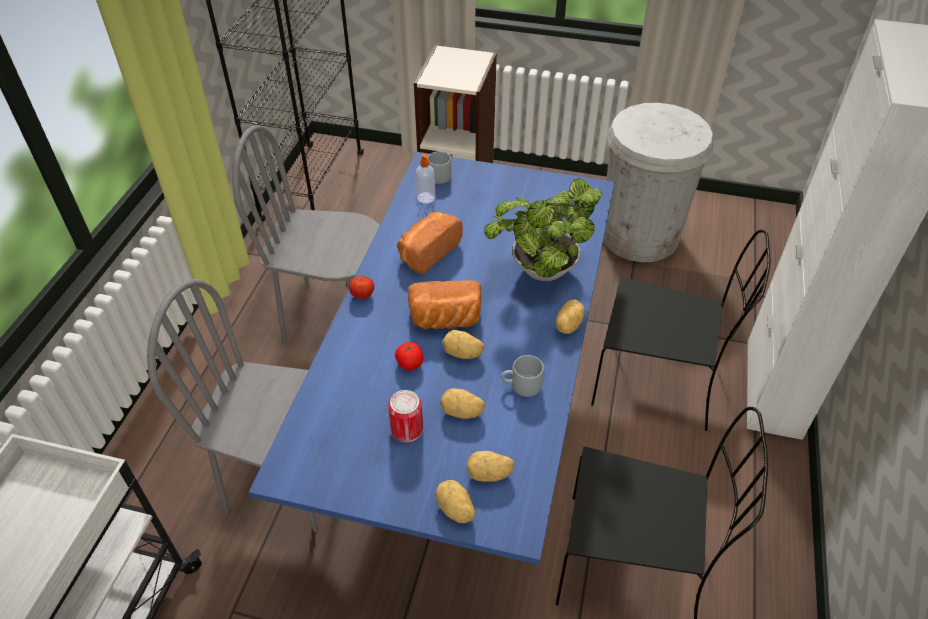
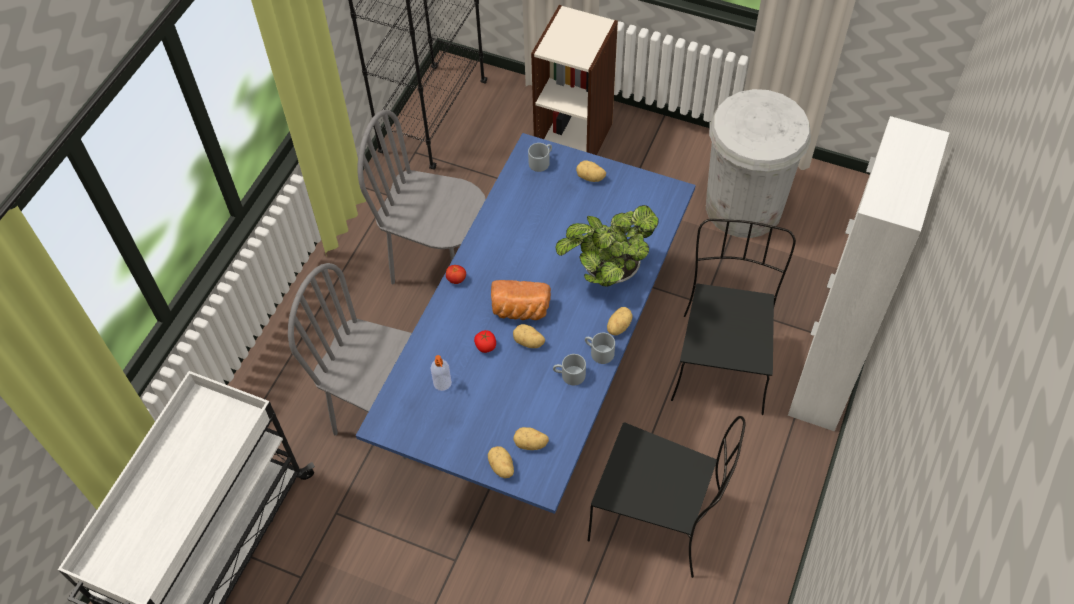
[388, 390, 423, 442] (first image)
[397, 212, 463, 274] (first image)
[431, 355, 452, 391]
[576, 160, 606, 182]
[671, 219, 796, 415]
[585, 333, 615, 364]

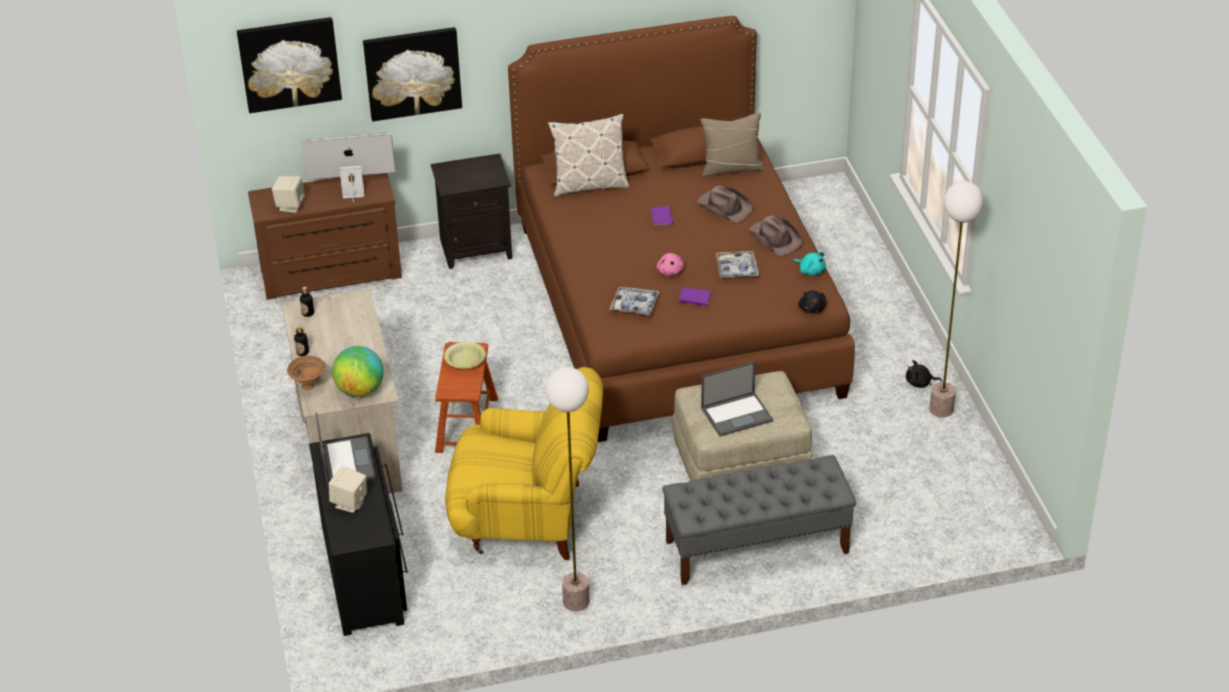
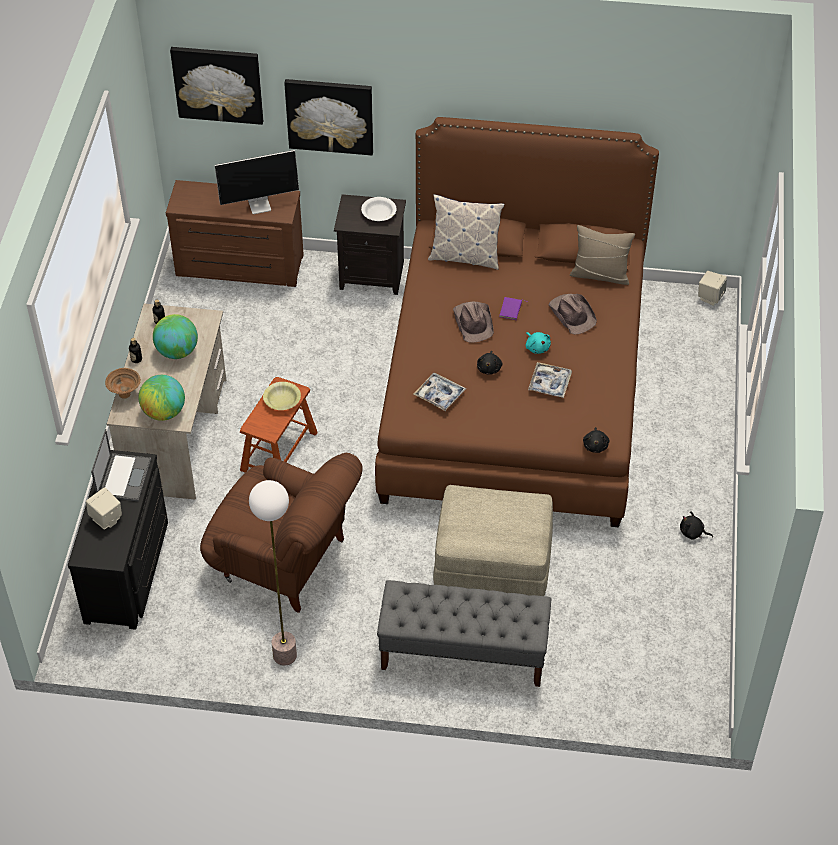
[698, 271, 727, 306]
[215, 150, 299, 214]
[200, 453, 363, 613]
[477, 351, 502, 375]
[679, 287, 712, 308] (first image)
[701, 361, 773, 437] (first image)
[453, 302, 494, 343]
[526, 332, 551, 354]
[929, 181, 984, 418] (first image)
[153, 314, 198, 359]
[361, 197, 397, 221]

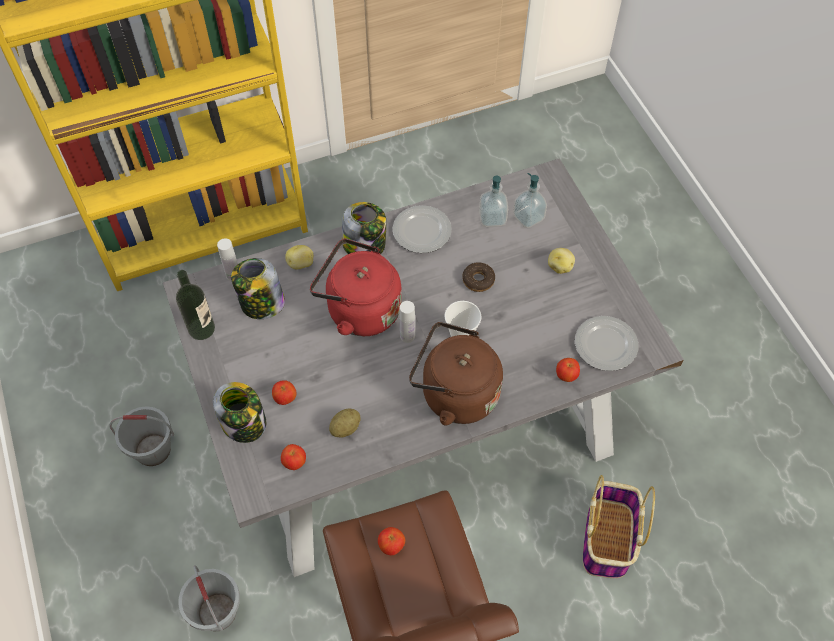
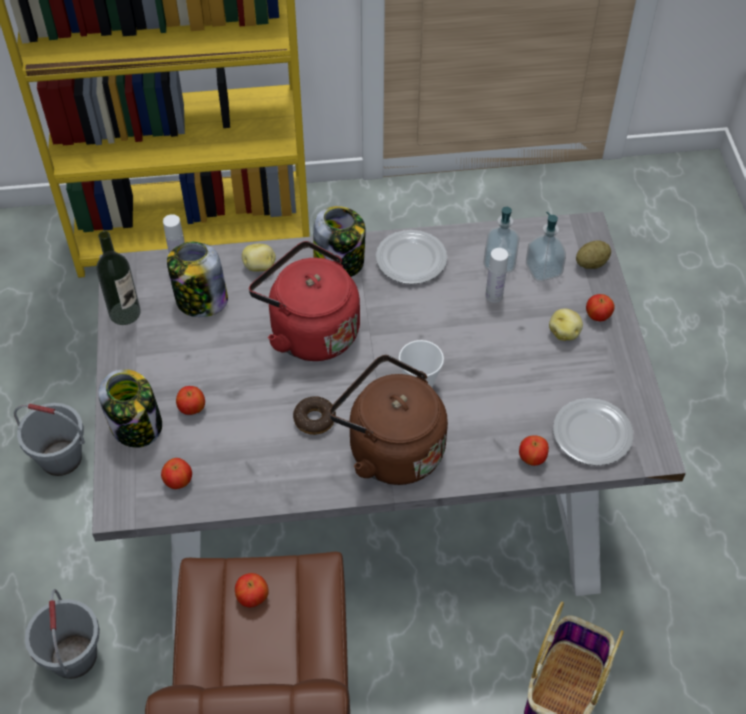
[576, 241, 611, 269]
[485, 248, 508, 303]
[293, 396, 336, 435]
[586, 294, 614, 321]

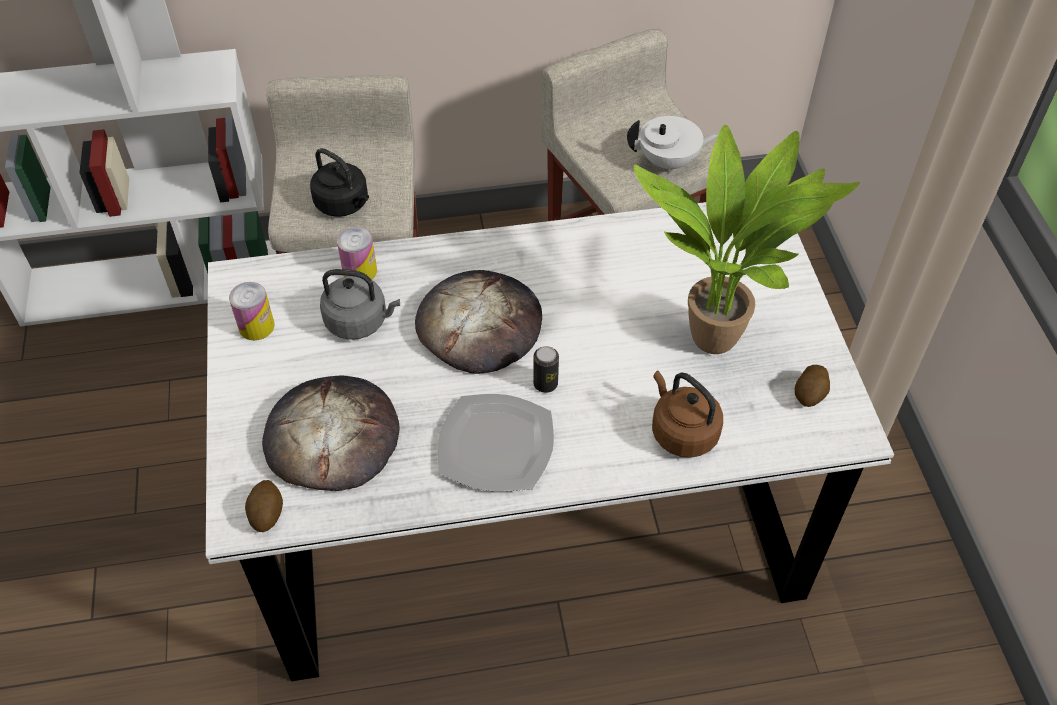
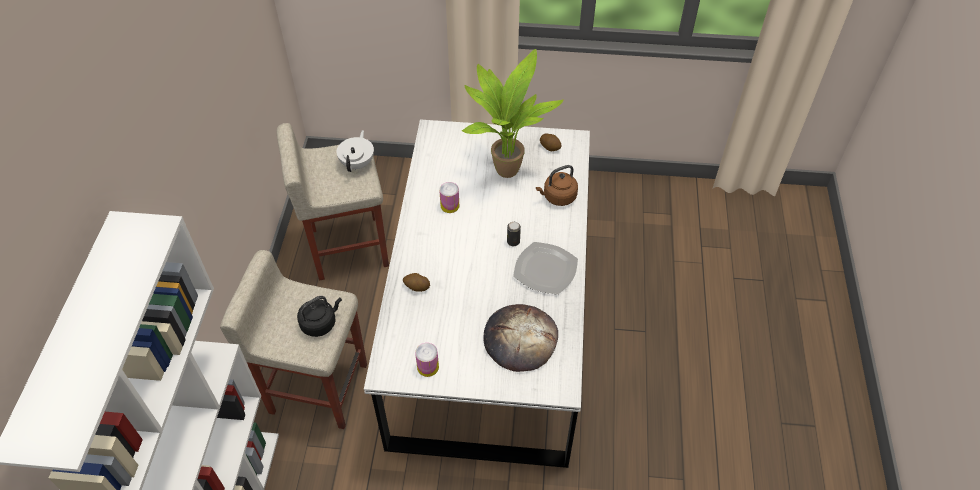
[403, 273, 430, 292]
[320, 269, 400, 340] (first image)
[439, 182, 459, 213]
[415, 270, 542, 374] (first image)

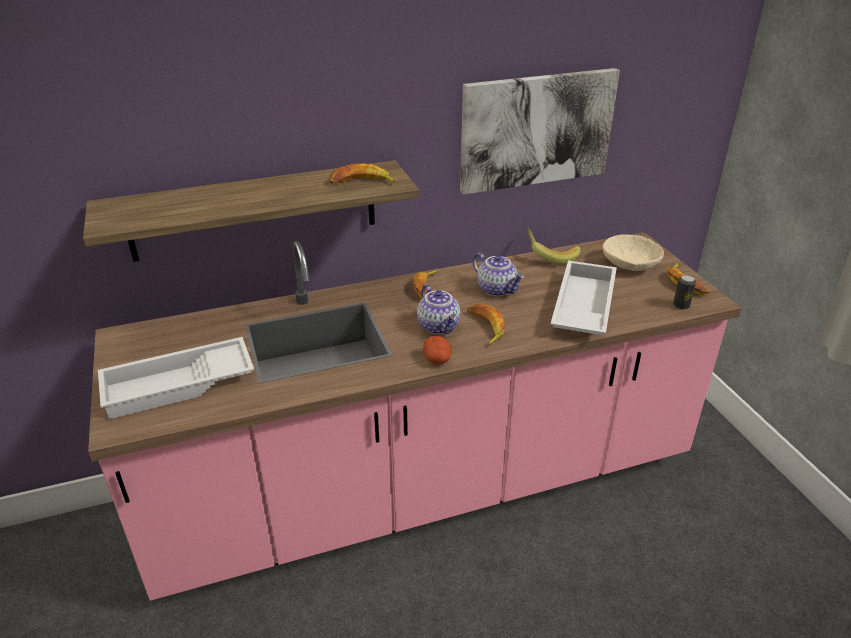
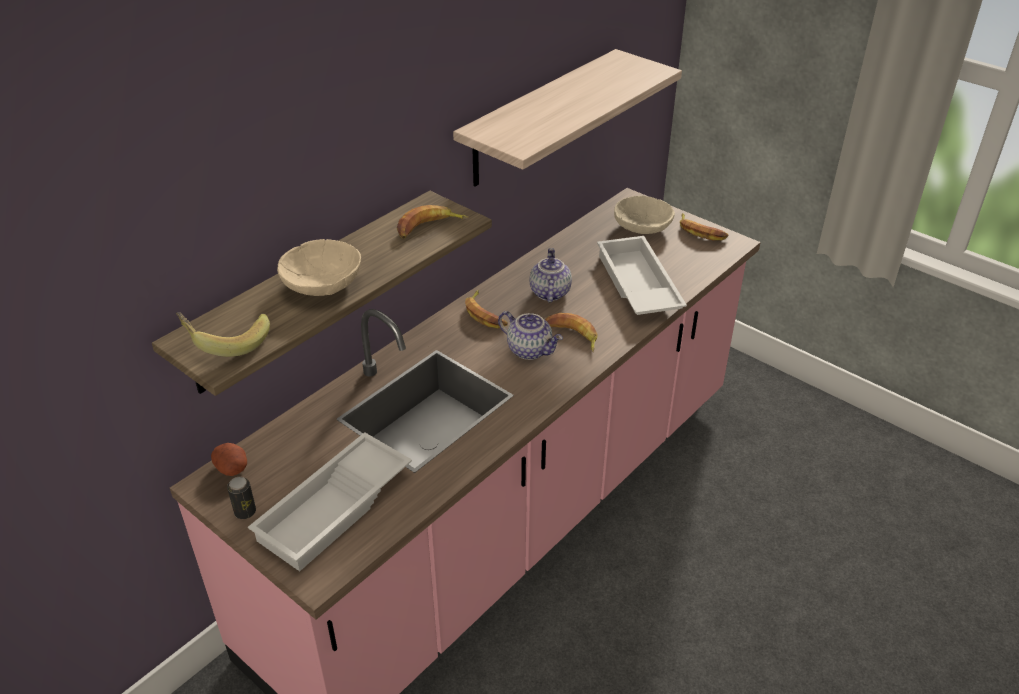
[211, 443, 247, 476]
[453, 49, 682, 187]
[530, 248, 572, 303]
[176, 312, 270, 357]
[227, 477, 256, 519]
[277, 239, 361, 296]

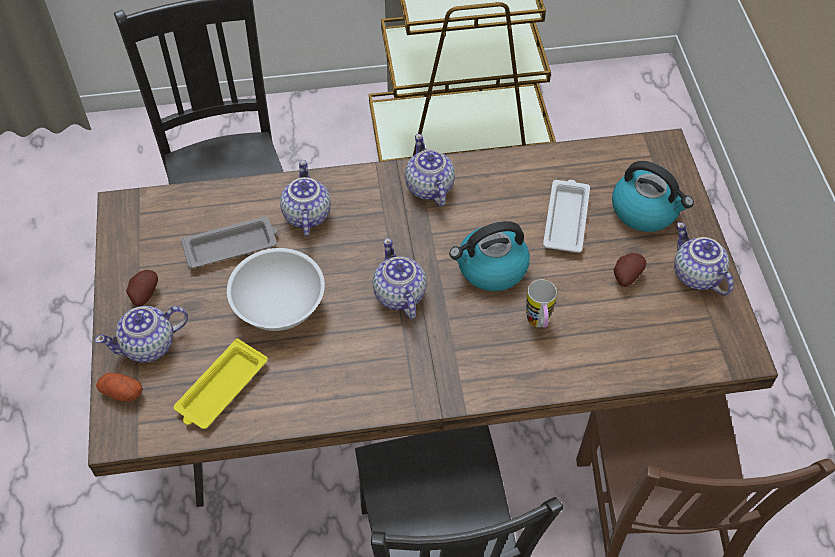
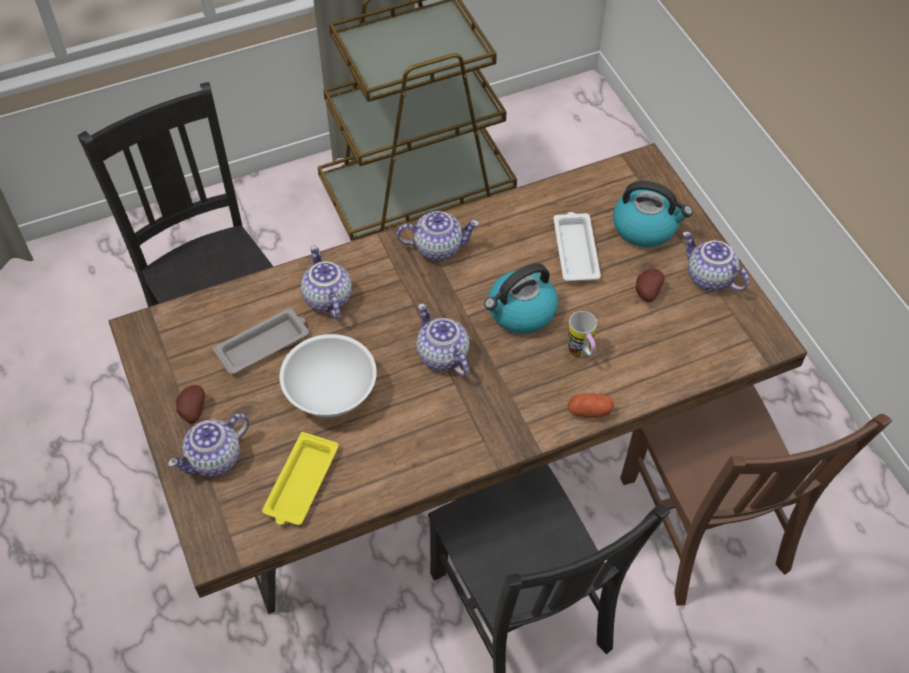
[568, 393, 614, 418]
[397, 211, 479, 261]

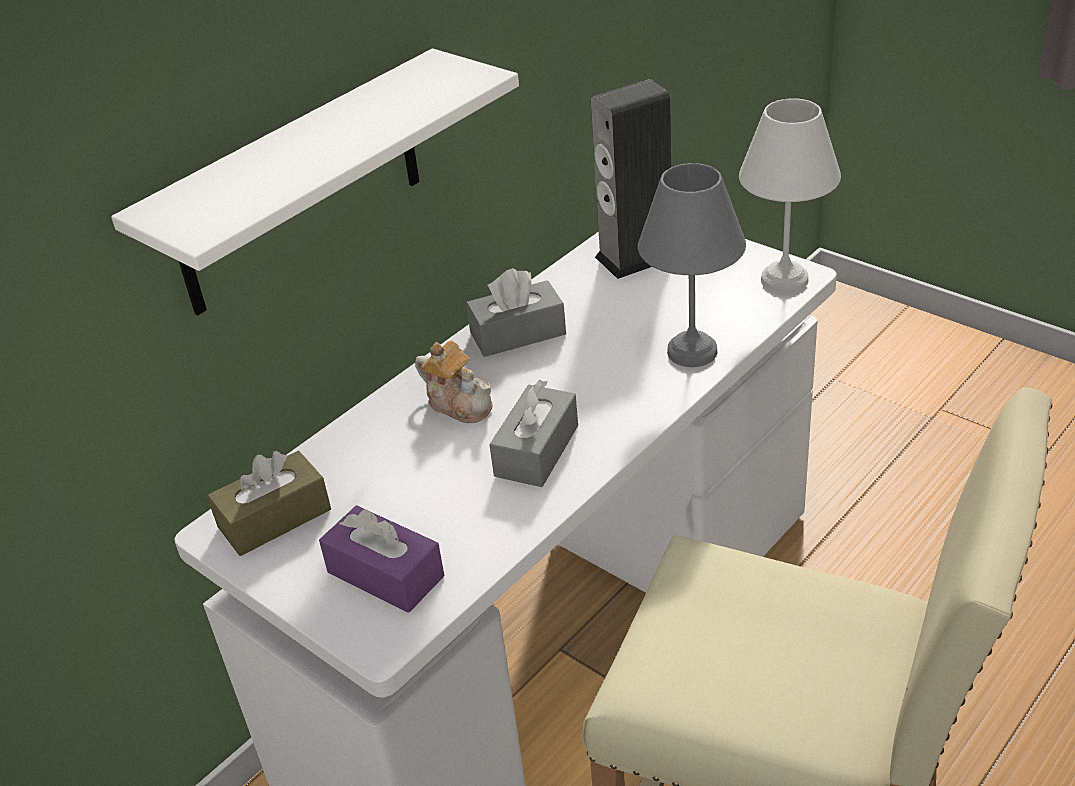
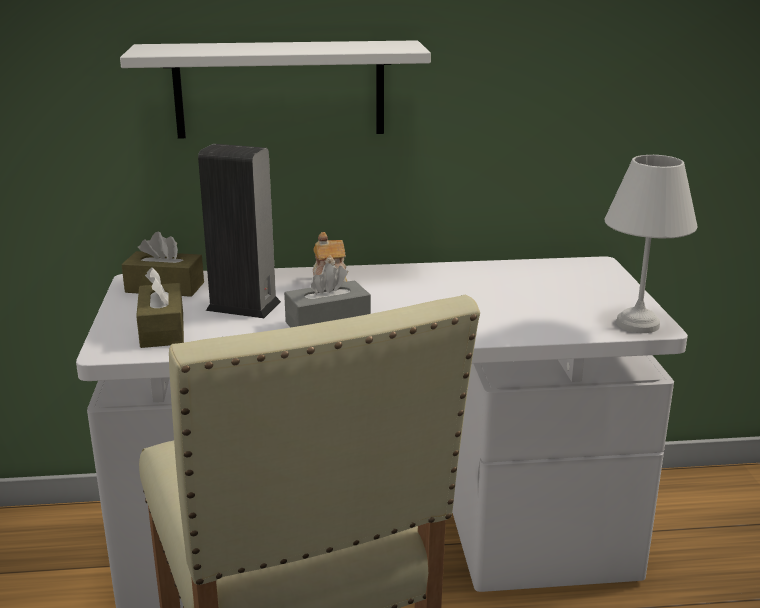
[136, 267, 184, 348]
[466, 268, 566, 357] (first image)
[198, 144, 281, 318]
[638, 163, 746, 367] (first image)

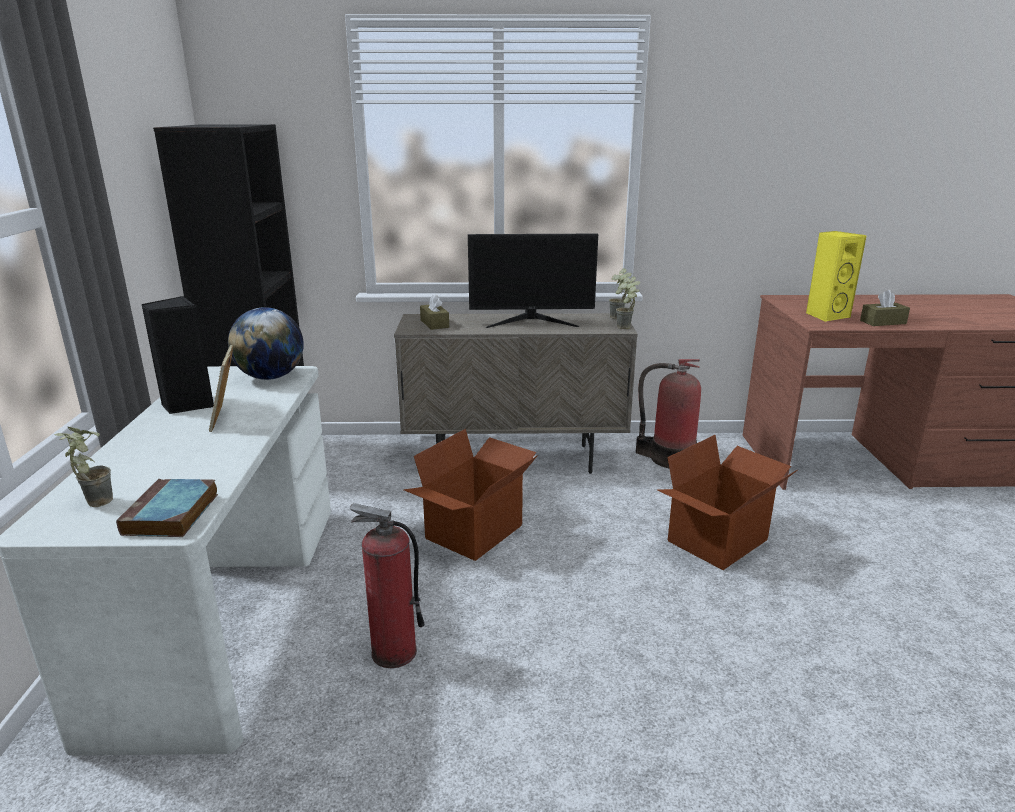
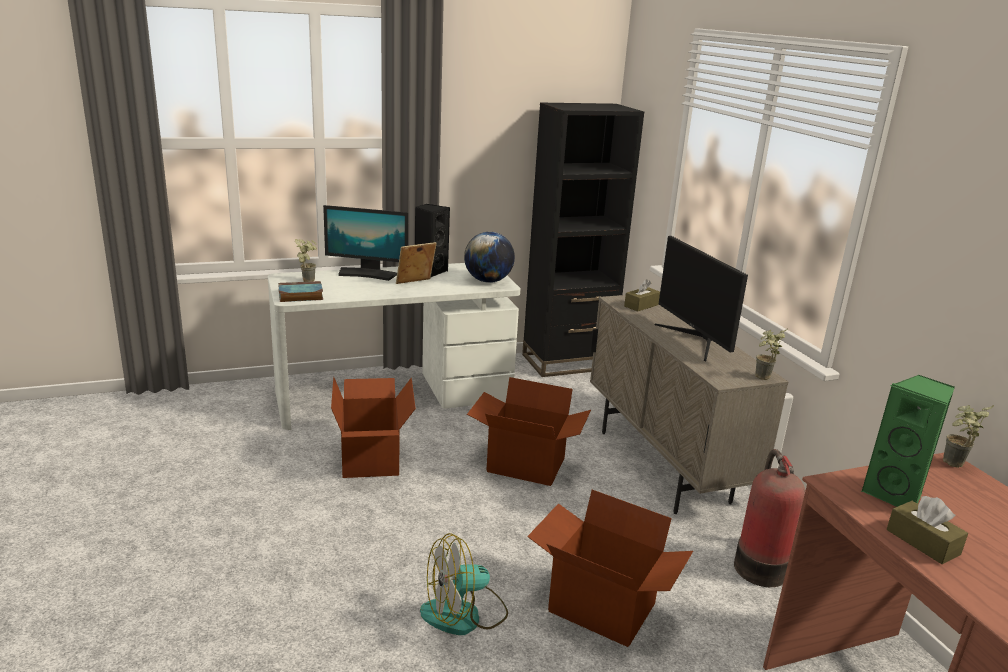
[331, 377, 416, 478]
[943, 405, 994, 468]
[862, 375, 955, 507]
[323, 205, 408, 281]
[420, 533, 508, 635]

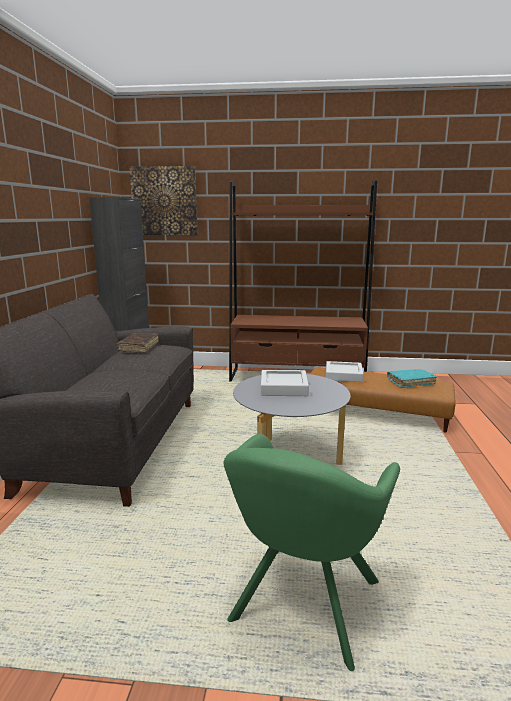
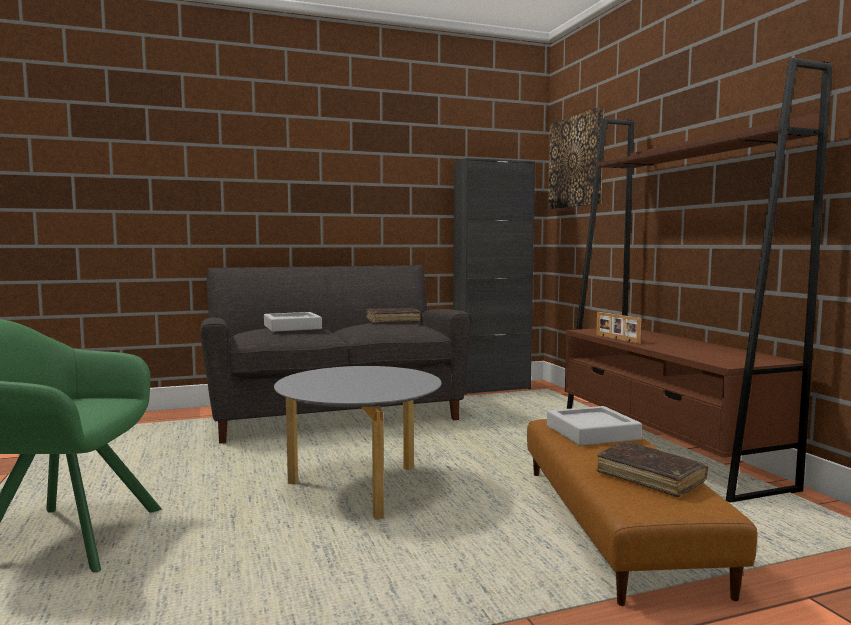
[264, 312, 322, 332]
[596, 442, 708, 497]
[596, 312, 641, 344]

